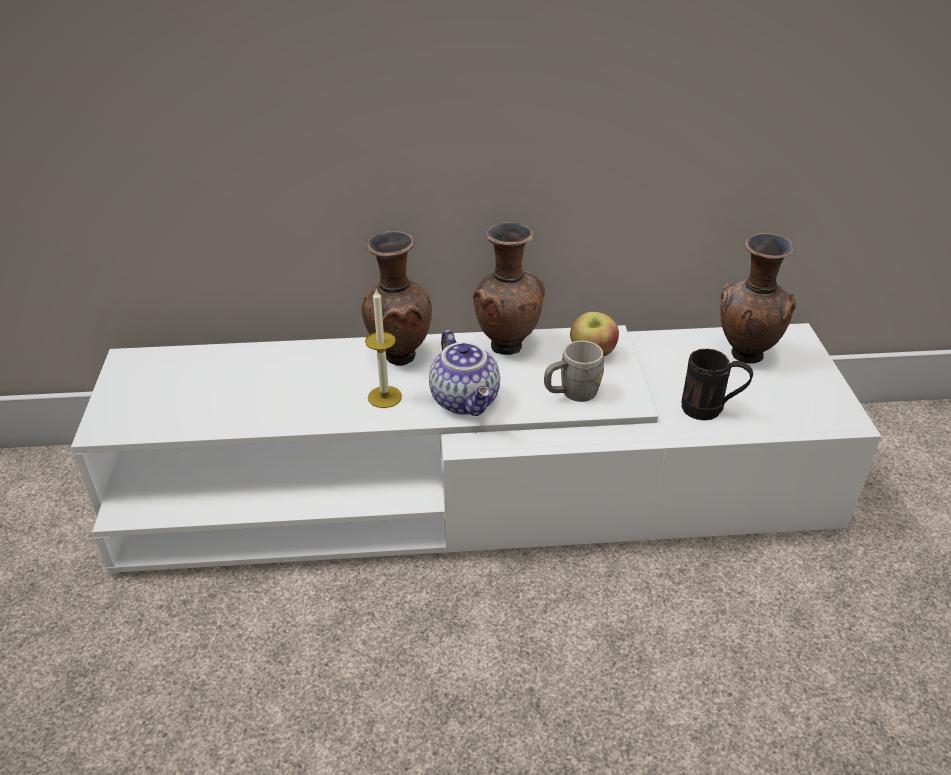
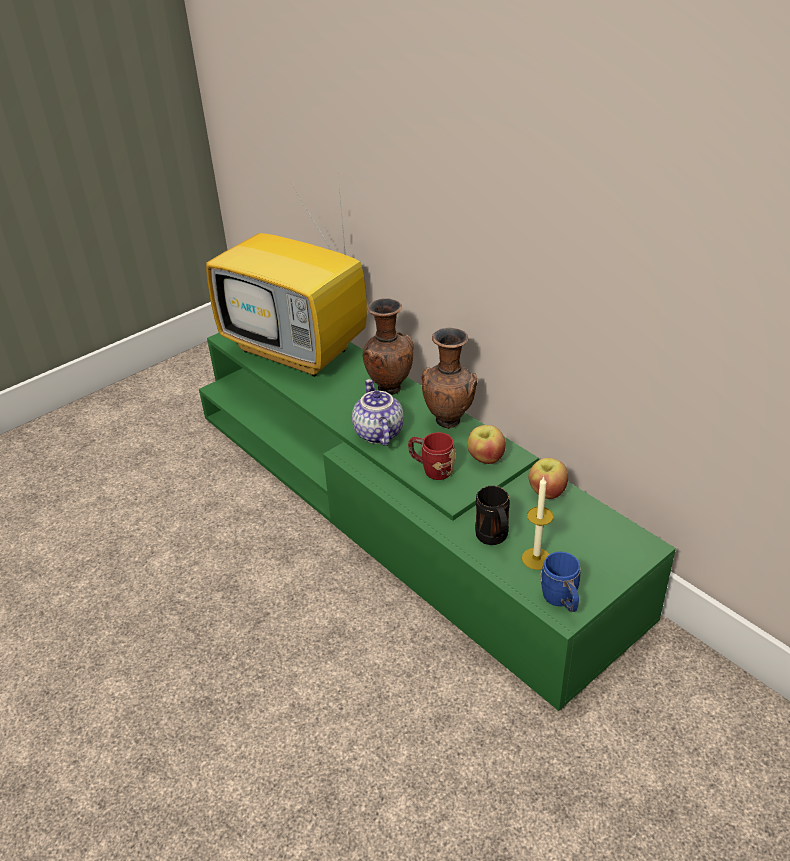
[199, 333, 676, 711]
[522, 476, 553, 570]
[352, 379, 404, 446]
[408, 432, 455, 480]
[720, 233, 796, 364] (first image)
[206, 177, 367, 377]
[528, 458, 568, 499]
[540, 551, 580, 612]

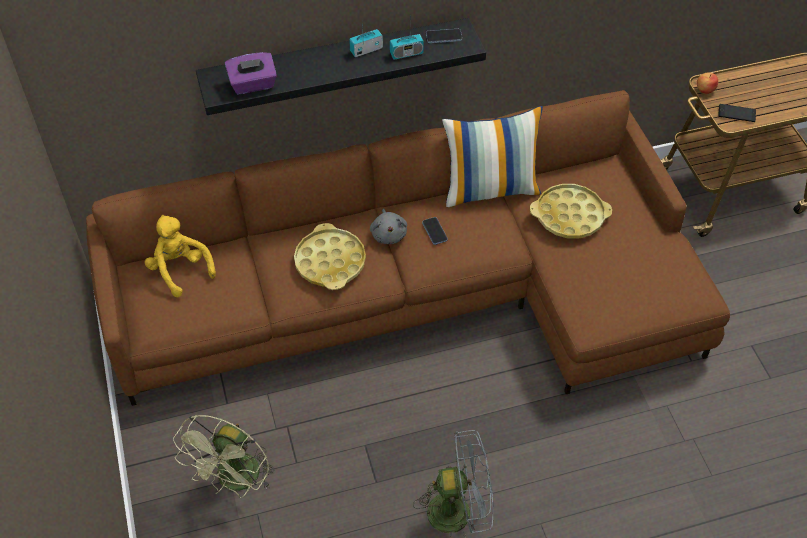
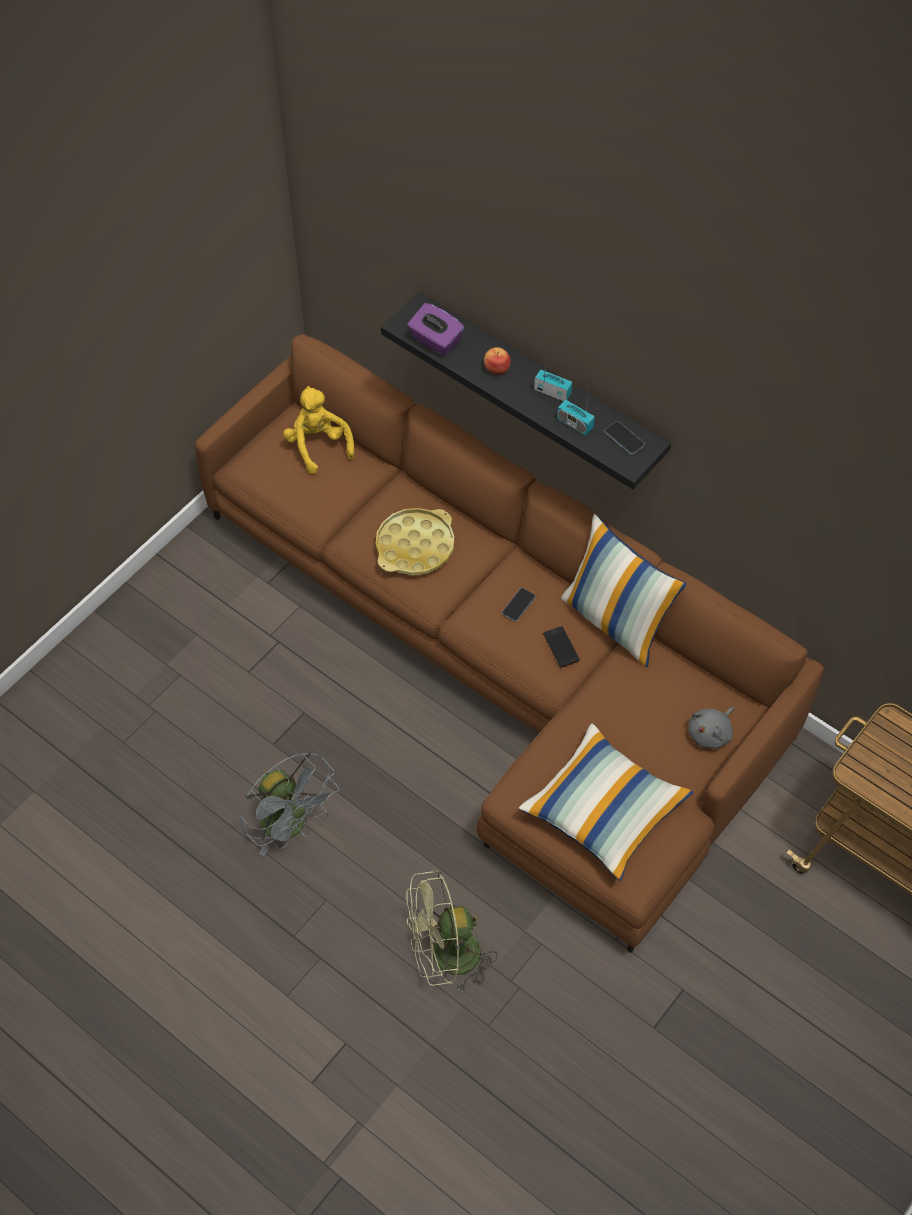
[283, 386, 354, 474]
[406, 870, 498, 993]
[688, 707, 734, 749]
[530, 184, 612, 238] (first image)
[484, 347, 511, 375]
[543, 626, 580, 667]
[519, 724, 693, 881]

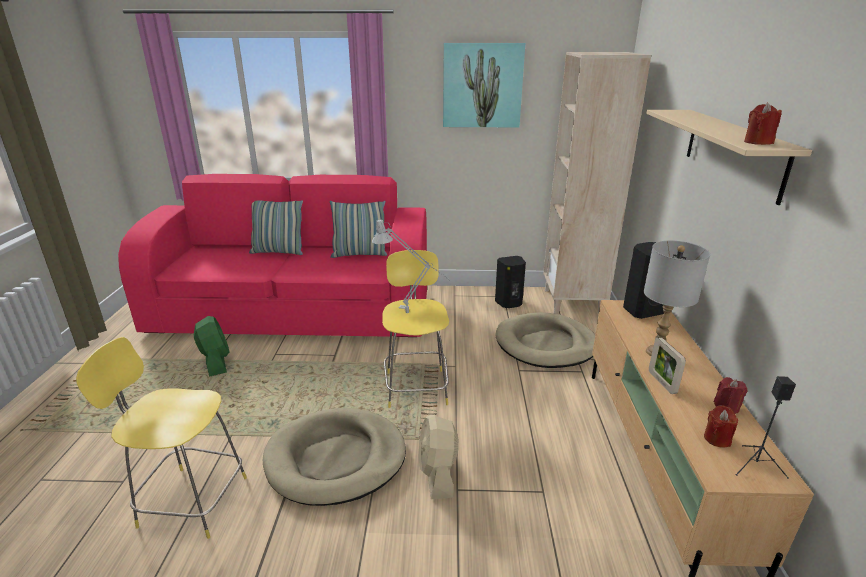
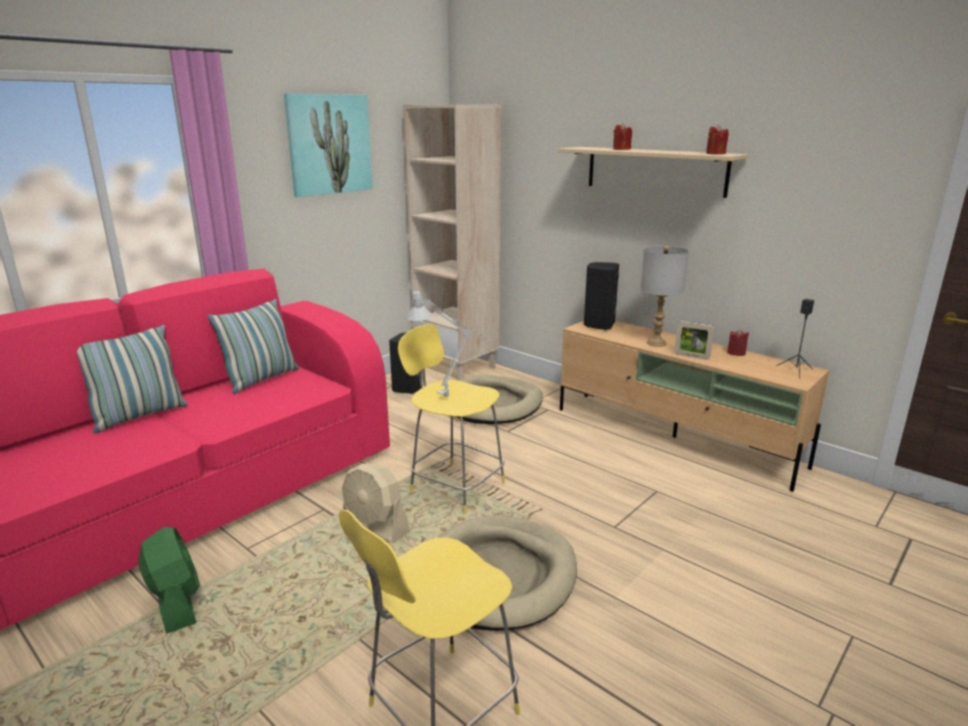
[138, 527, 200, 634]
[342, 463, 410, 543]
[613, 123, 632, 150]

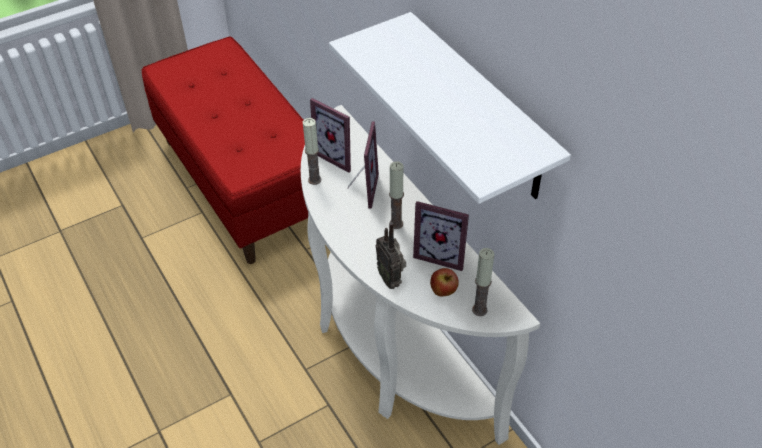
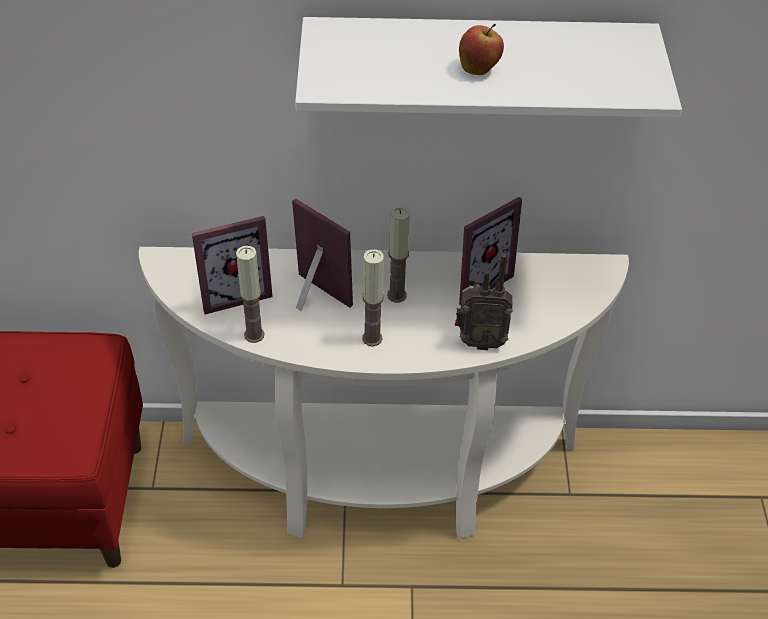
[459, 24, 504, 75]
[362, 249, 384, 346]

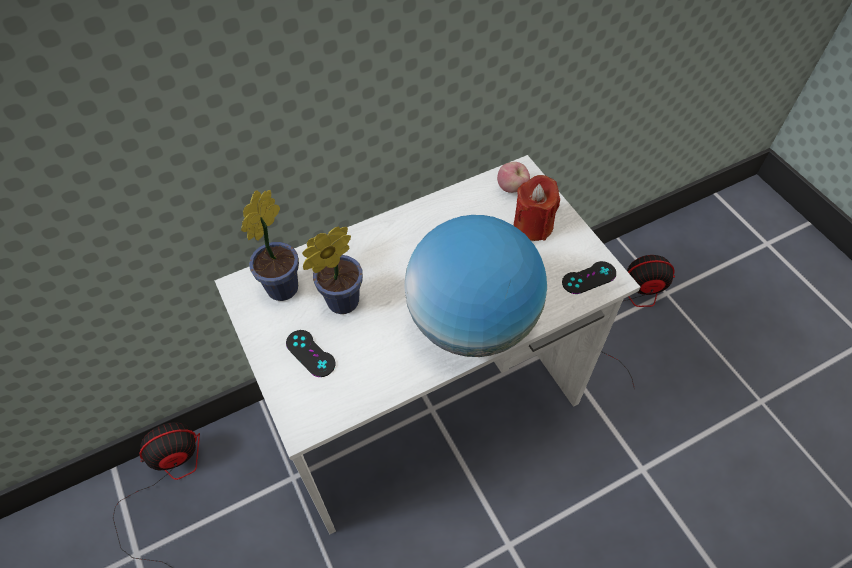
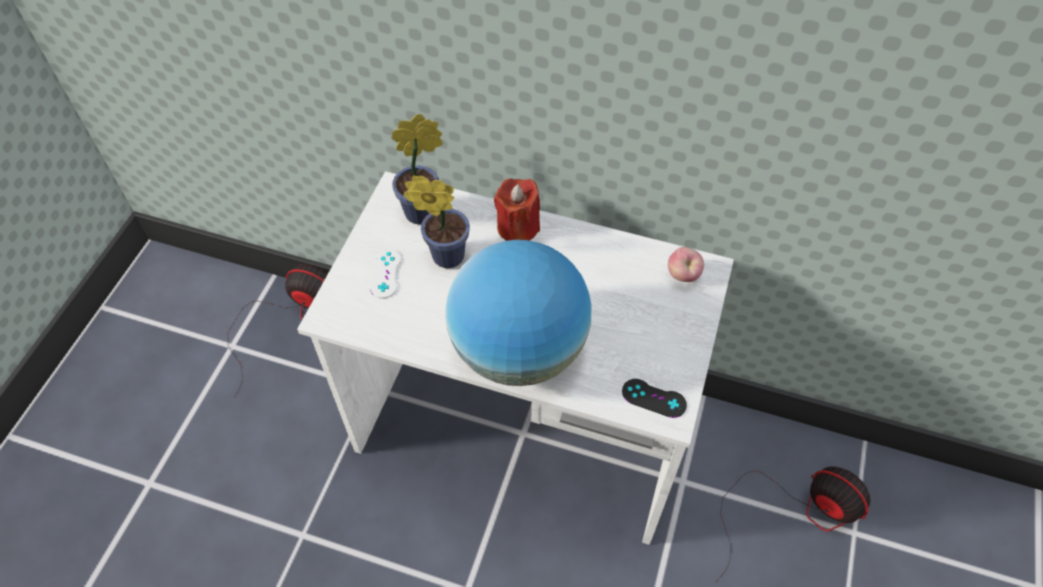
[370, 249, 401, 299]
[494, 179, 540, 241]

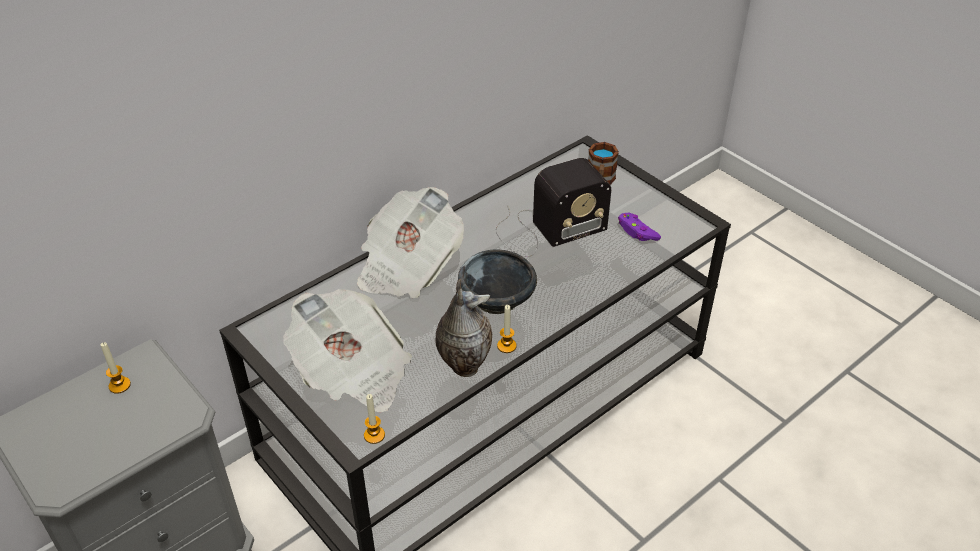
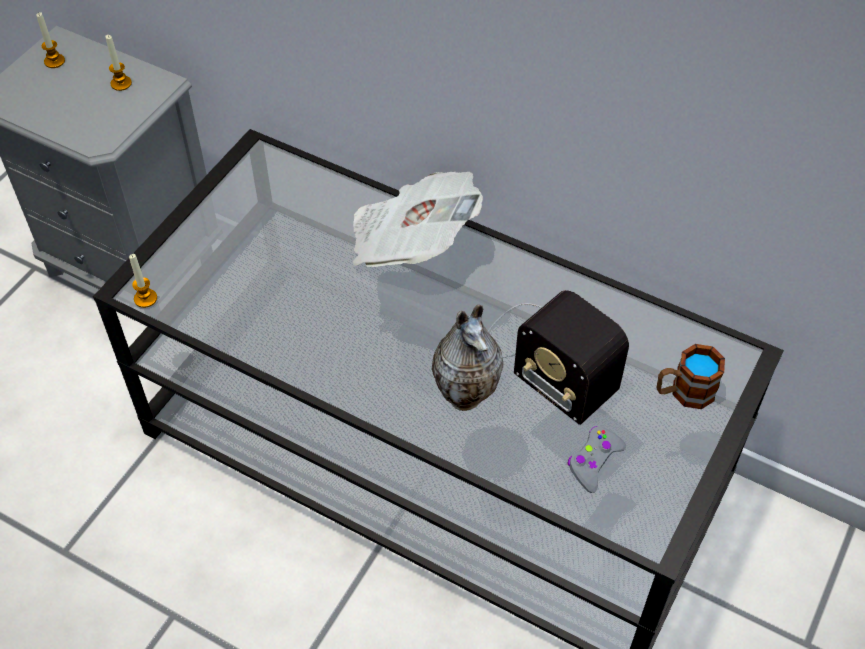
[283, 289, 412, 413] (first image)
[432, 305, 504, 411]
[458, 250, 537, 314] (first image)
[36, 12, 65, 68]
[568, 426, 626, 493]

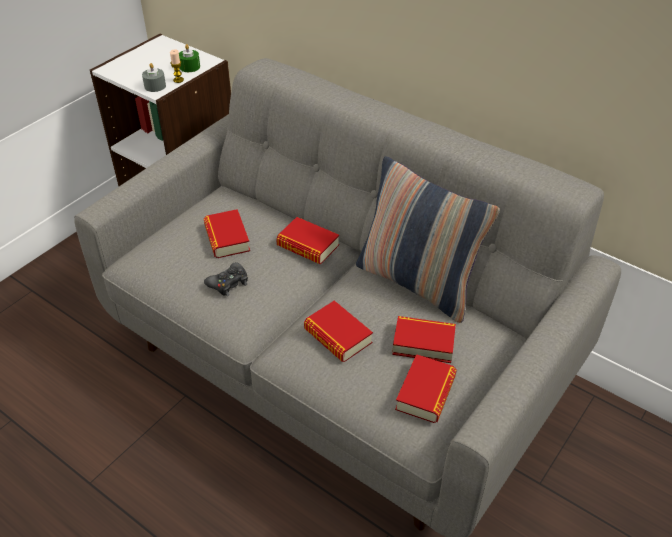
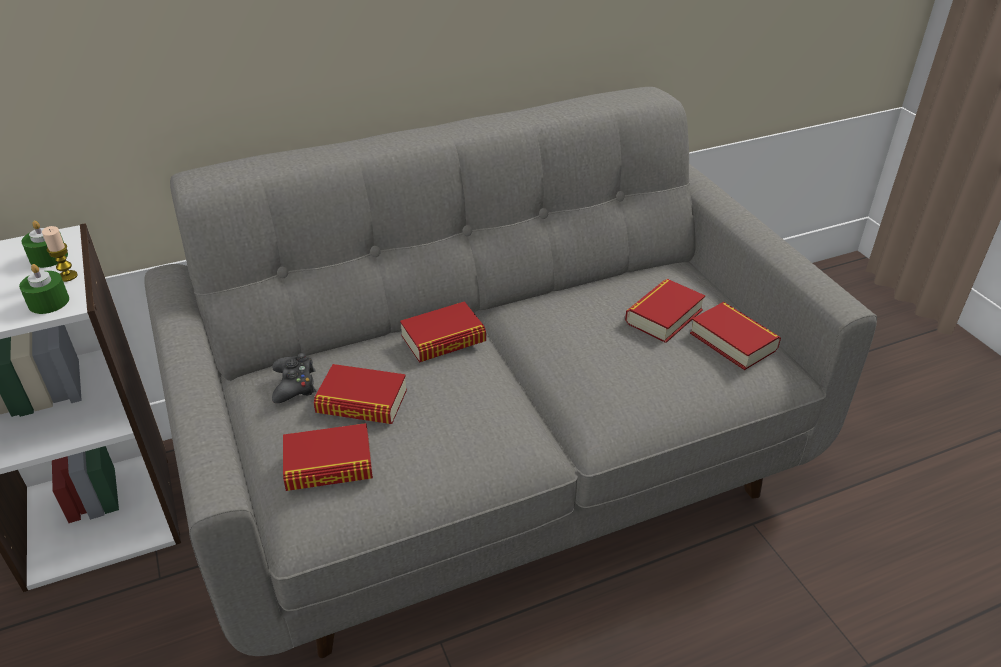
[19, 264, 69, 314]
[272, 353, 316, 403]
[283, 423, 373, 491]
[356, 156, 500, 323] (first image)

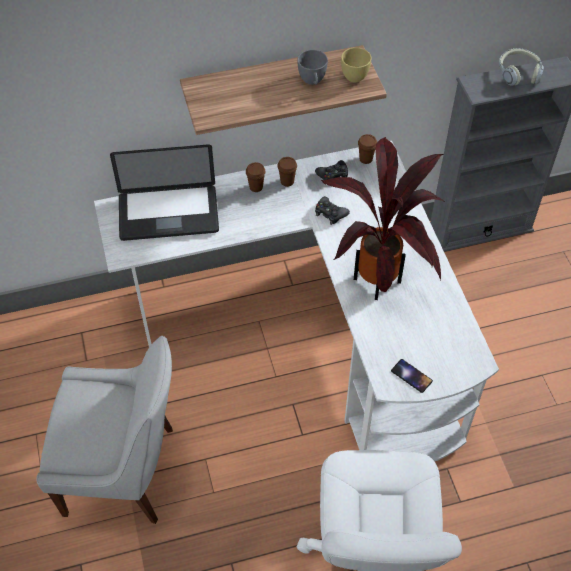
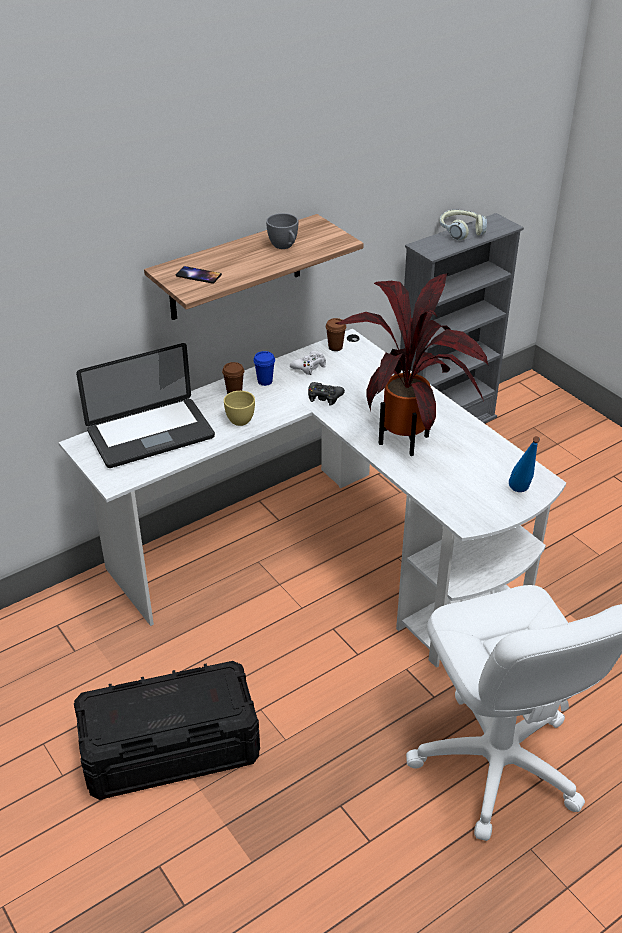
[74, 661, 260, 800]
[253, 351, 275, 386]
[290, 351, 326, 375]
[224, 391, 255, 426]
[176, 266, 222, 284]
[509, 436, 540, 492]

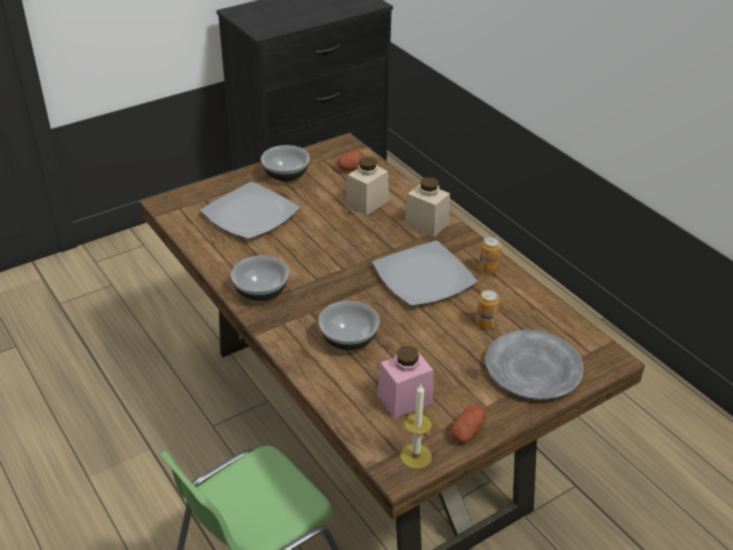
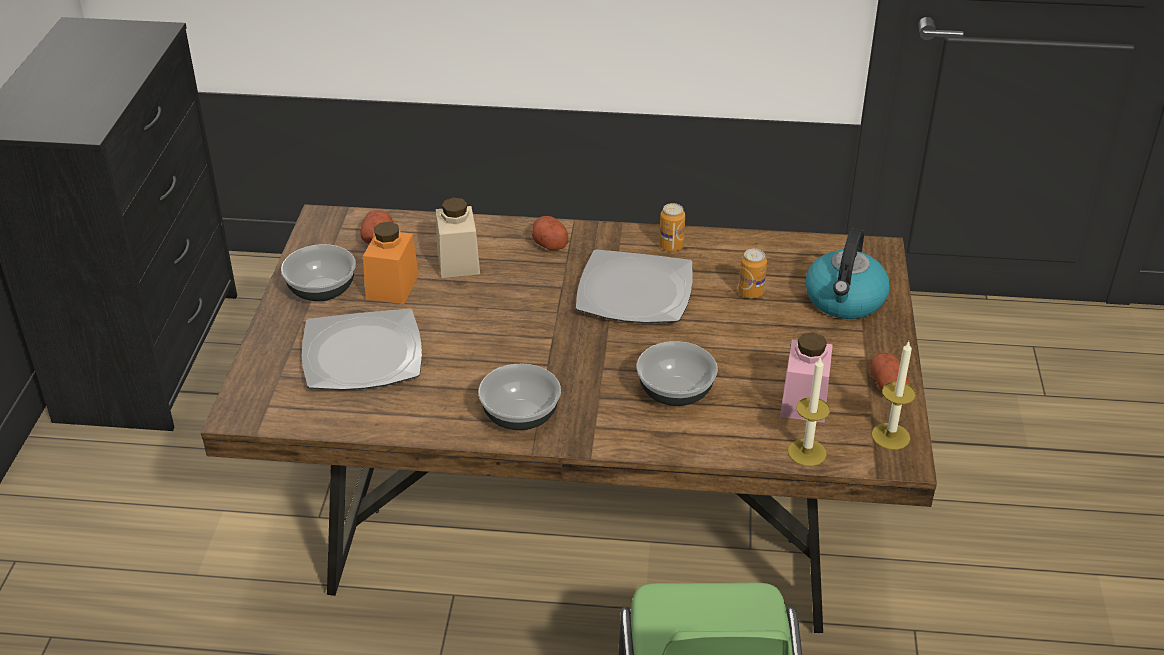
[532, 216, 568, 250]
[805, 228, 890, 319]
[363, 222, 419, 304]
[788, 356, 830, 466]

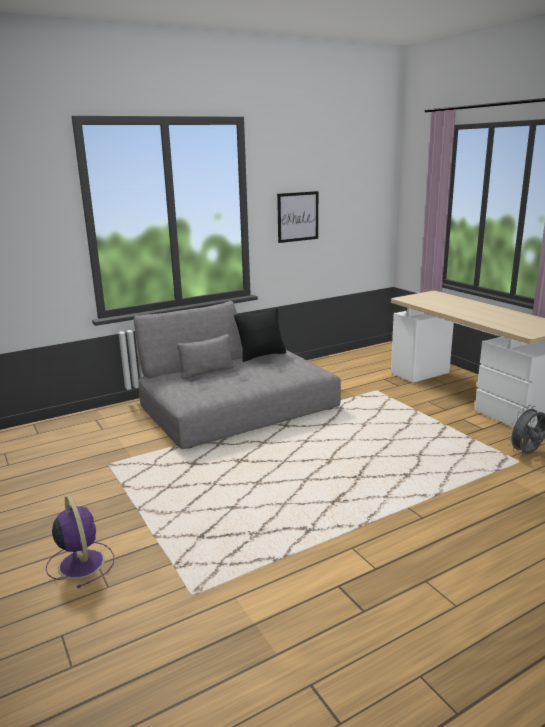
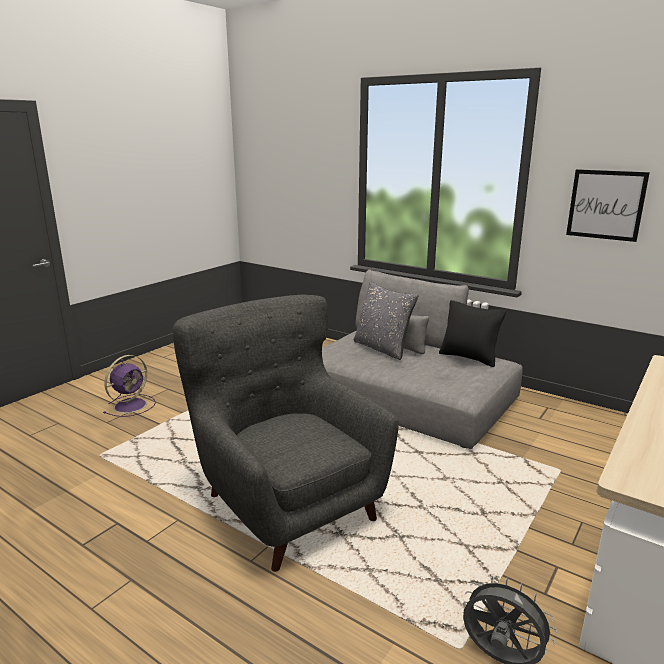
[172, 295, 398, 572]
[354, 281, 418, 360]

